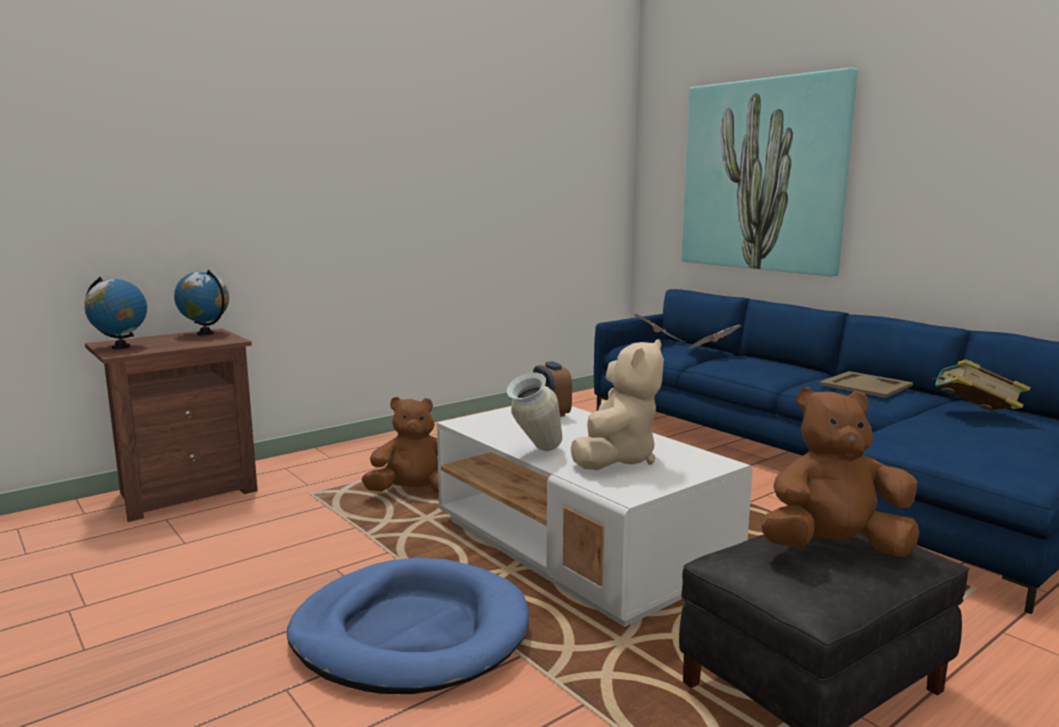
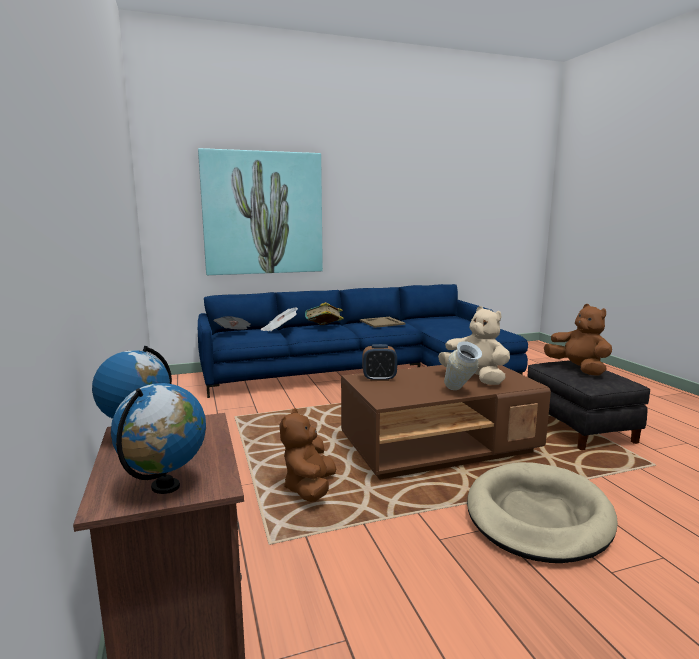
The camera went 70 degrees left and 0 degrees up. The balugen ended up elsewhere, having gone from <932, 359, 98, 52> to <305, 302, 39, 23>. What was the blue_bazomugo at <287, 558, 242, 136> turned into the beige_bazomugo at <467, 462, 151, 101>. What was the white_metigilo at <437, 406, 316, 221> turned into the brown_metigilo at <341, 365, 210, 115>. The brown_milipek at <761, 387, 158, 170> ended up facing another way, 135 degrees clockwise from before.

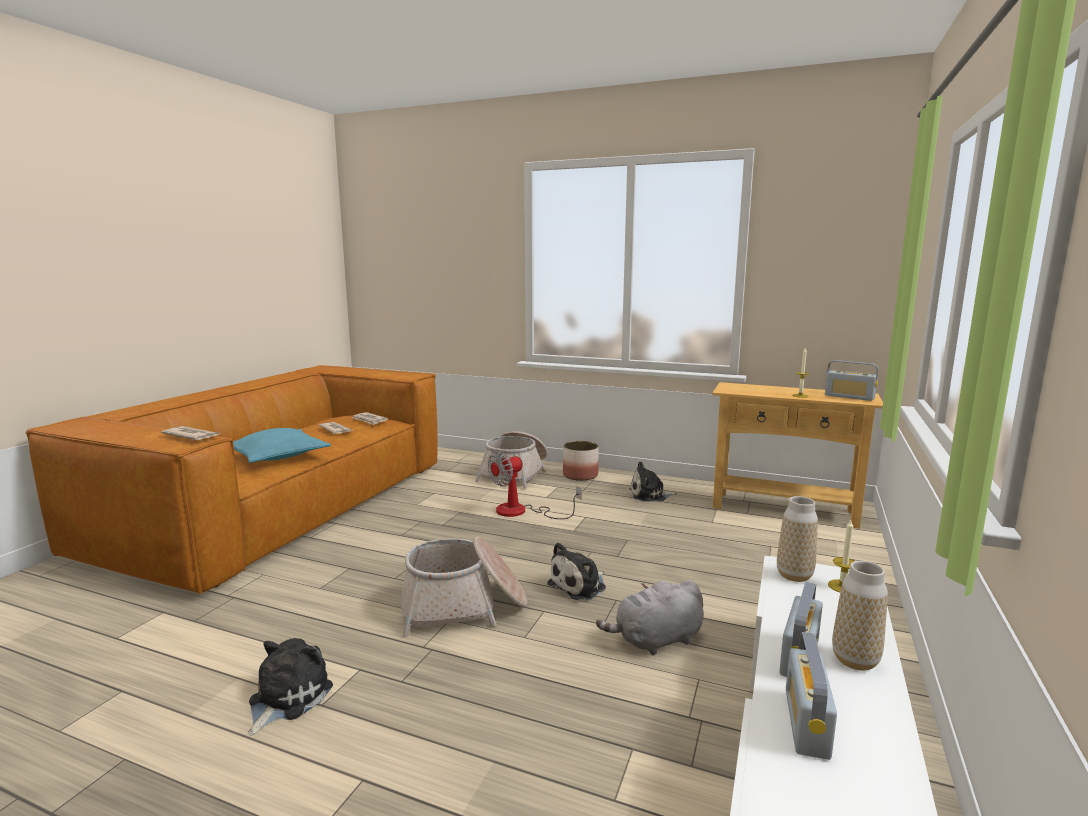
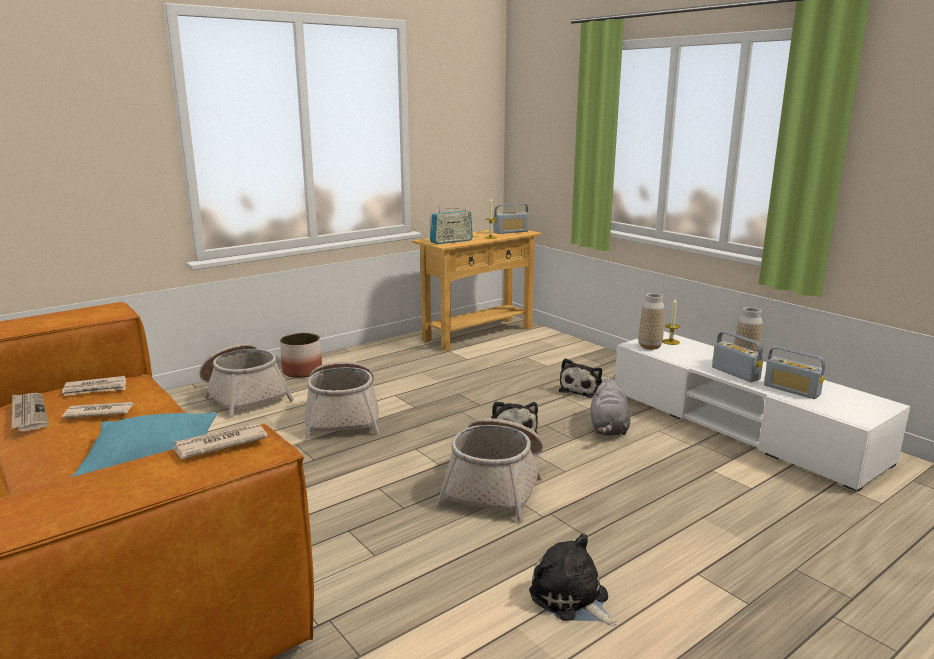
The camera went 60 degrees left and 5 degrees up. The second view gained the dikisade at <11, 393, 38, 38>. The second view gained the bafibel at <430, 206, 43, 38>. The milipek ended up elsewhere, having gone from <630, 461, 47, 41> to <559, 358, 43, 40>. Where the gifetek stood at <488, 450, 94, 69>, the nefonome came to stand at <304, 361, 76, 79>.

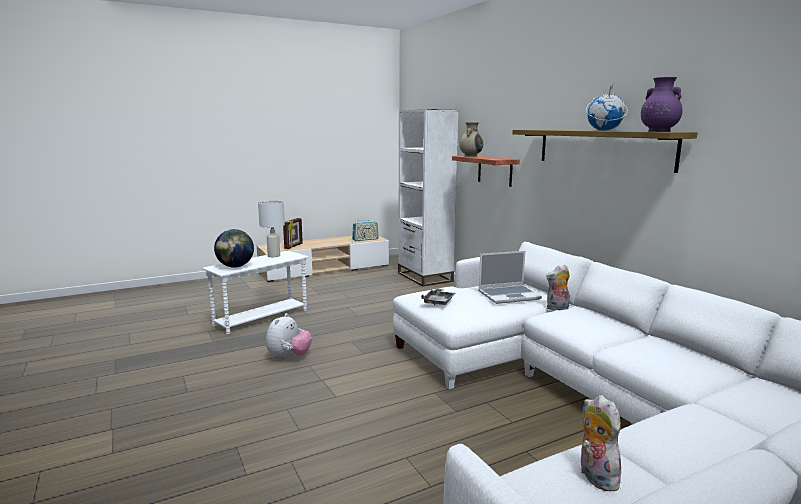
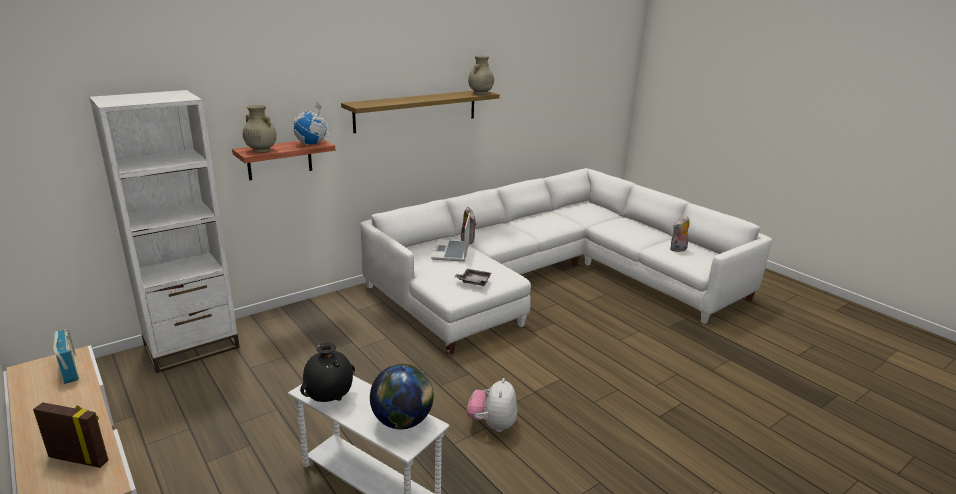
The camera went 100 degrees left and 10 degrees up. The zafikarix ended up elsewhere, having gone from <586, 84, 42, 47> to <293, 103, 35, 42>. Where the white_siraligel stood at <258, 200, 27, 57>, the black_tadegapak came to stand at <300, 343, 55, 59>. What was the purple_tadegapak at <641, 77, 41, 55> turned into the beige_tadegapak at <468, 56, 26, 39>. The milipek at <266, 313, 46, 47> ended up facing another way, 90 degrees counterclockwise from before. The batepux at <478, 251, 64, 53> ended up facing another way, 150 degrees counterclockwise from before.

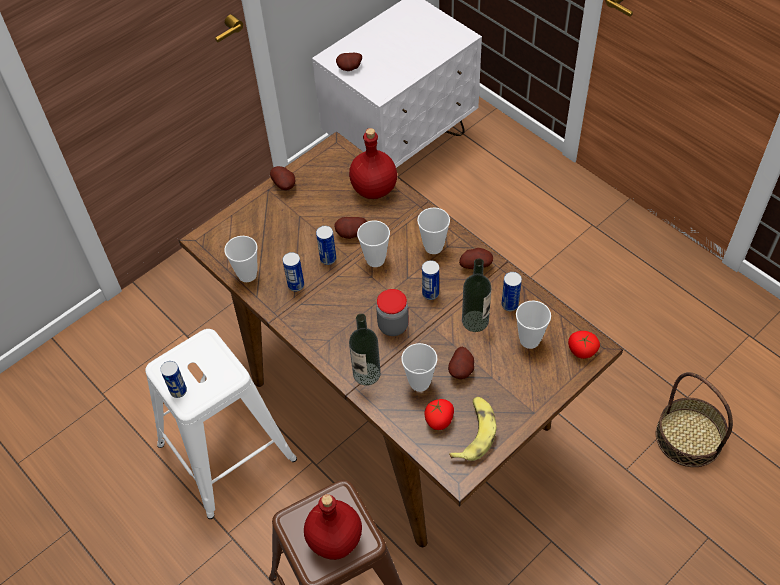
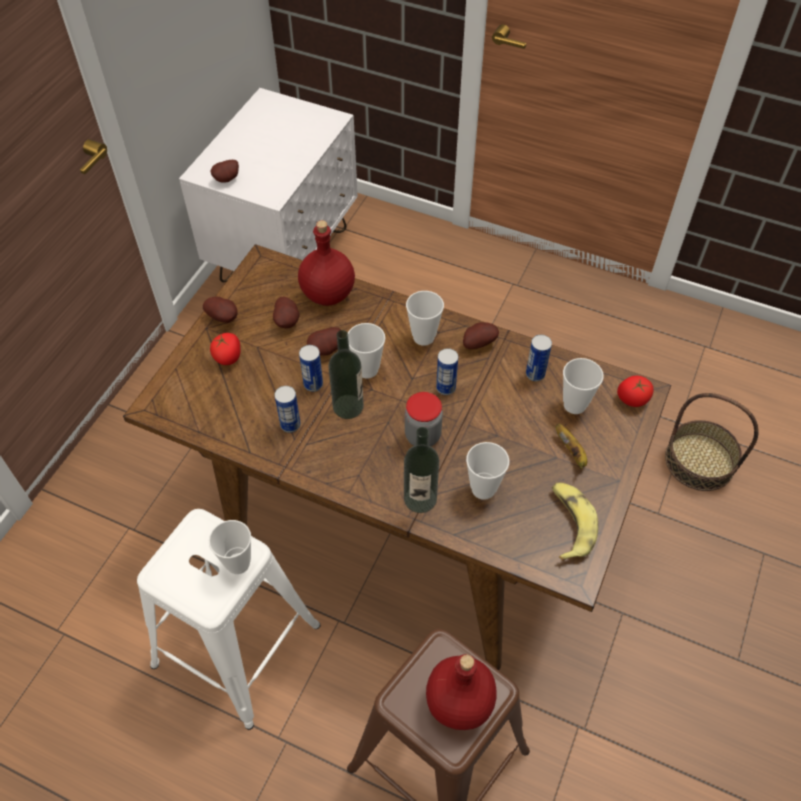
The camera went 25 degrees left and 0 degrees up. The second view lost the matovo at <160, 361, 27, 37>. The second view gained the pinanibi at <556, 424, 31, 45>. The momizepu ended up elsewhere, having gone from <224, 236, 33, 46> to <209, 520, 42, 54>. The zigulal ended up elsewhere, having gone from <425, 399, 29, 31> to <210, 333, 31, 32>. The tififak ended up elsewhere, having gone from <448, 347, 26, 32> to <273, 297, 27, 31>. The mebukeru ended up elsewhere, having gone from <462, 259, 30, 73> to <328, 330, 36, 89>.

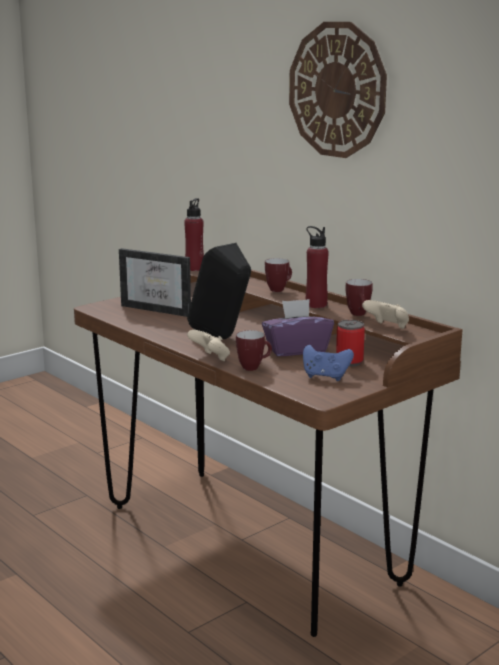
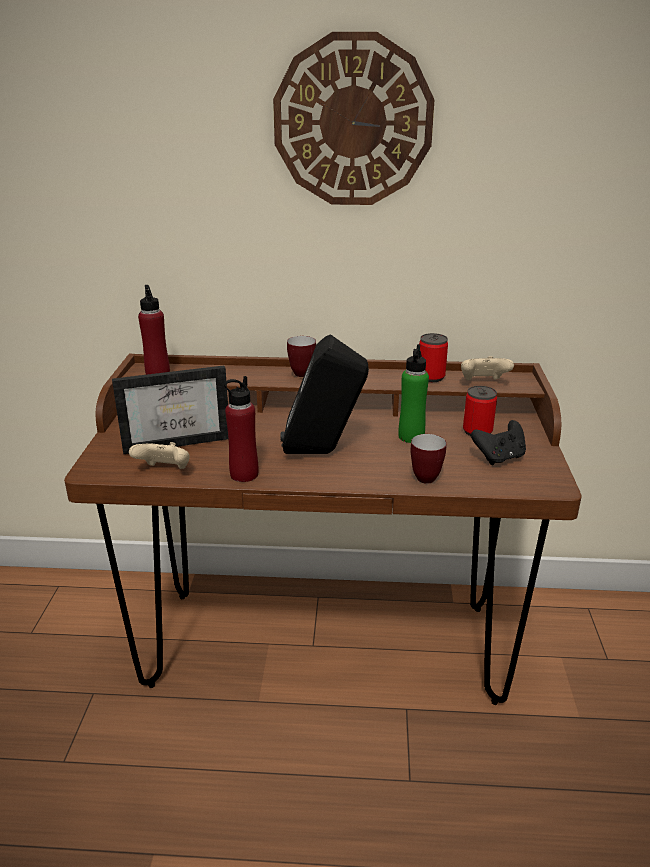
The camera went 45 degrees left and 10 degrees up. The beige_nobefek ended up elsewhere, having gone from <187, 330, 43, 31> to <129, 442, 61, 27>. The red_mebukeru ended up elsewhere, having gone from <306, 226, 23, 82> to <224, 376, 34, 106>. Where the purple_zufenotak stood at <262, 299, 72, 57>, the green_mebukeru came to stand at <399, 344, 30, 99>. Where the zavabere stood at <346, 279, 27, 37>, the matovo came to stand at <419, 333, 29, 49>. What was the blue_nobefek at <303, 345, 51, 36> turned into the black_nobefek at <471, 420, 55, 45>.

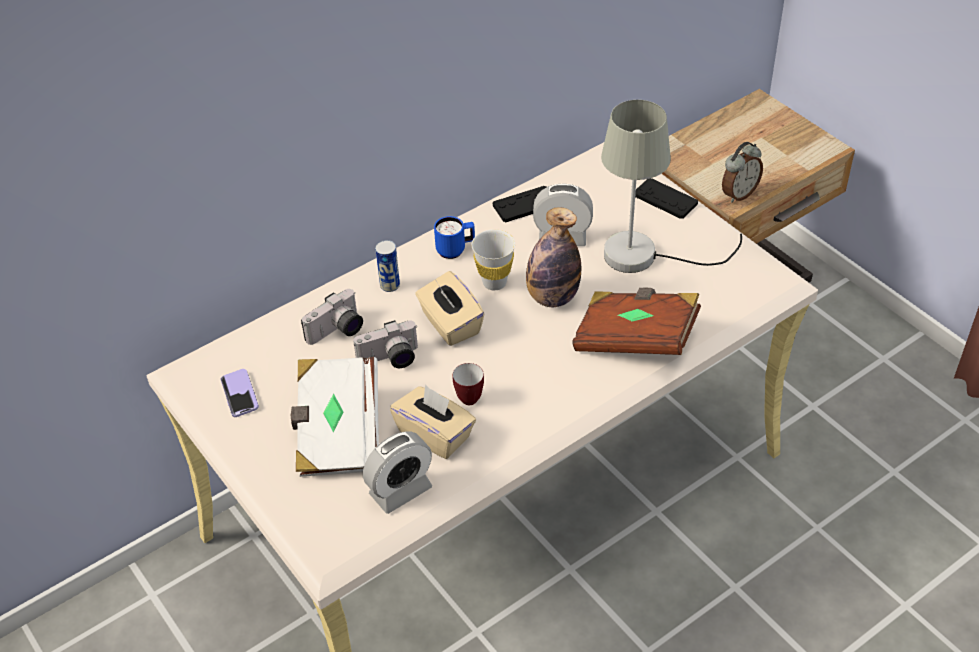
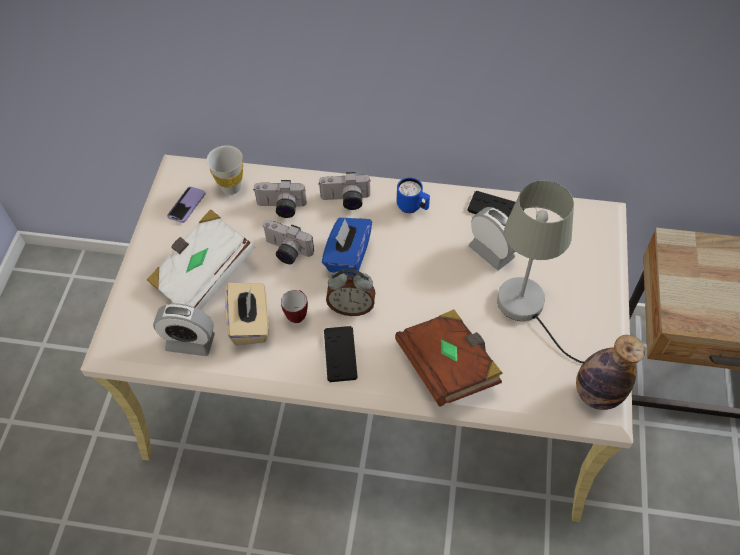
The camera went 45 degrees right and 10 degrees up. The white_momizepu ended up elsewhere, having gone from <472, 229, 43, 61> to <206, 145, 37, 50>. The mebukeru ended up elsewhere, having gone from <526, 207, 55, 101> to <576, 335, 69, 75>. The black_nobefek ended up elsewhere, having gone from <635, 178, 63, 41> to <324, 326, 34, 56>. The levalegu ended up elsewhere, having gone from <722, 142, 41, 61> to <326, 269, 49, 47>. Where the matovo stood at <375, 240, 25, 52>, the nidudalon came to stand at <319, 172, 52, 38>. What was the beige_zufenotak at <415, 271, 69, 75> turned into the blue_zufenotak at <322, 218, 50, 58>.

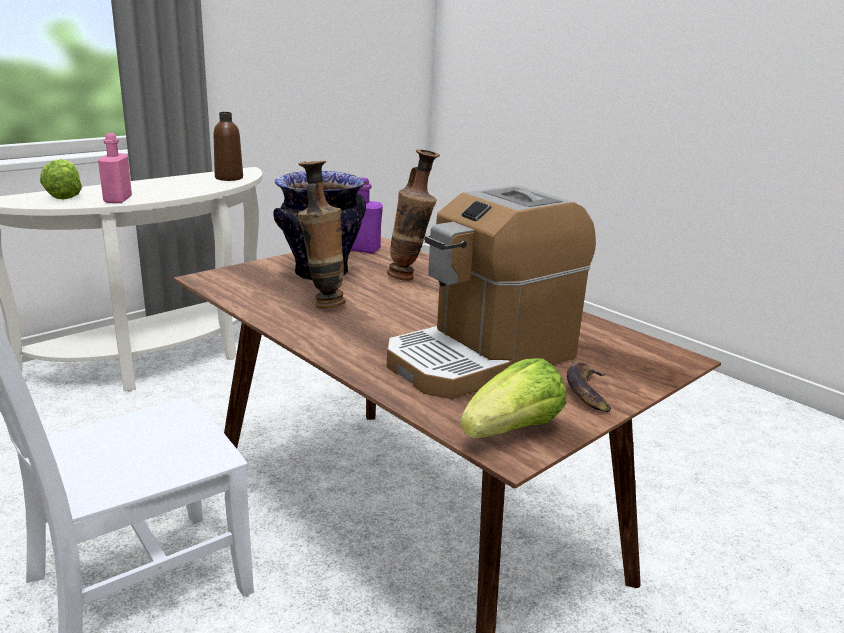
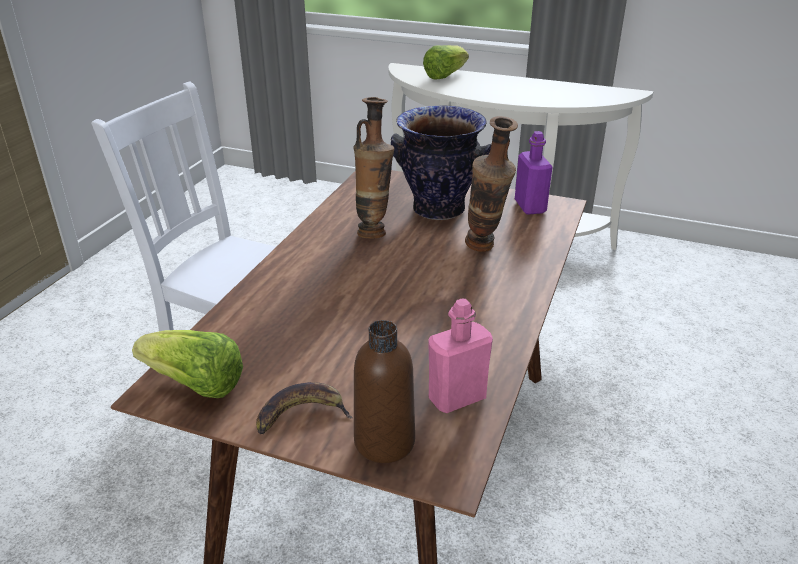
The camera went 65 degrees right and 10 degrees up. The second view lost the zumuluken at <387, 185, 209, 214>. The pink_mebukeru ended up elsewhere, having gone from <98, 133, 34, 70> to <428, 299, 65, 114>. The brown_mebukeru ended up elsewhere, having gone from <214, 112, 29, 69> to <354, 320, 61, 143>.

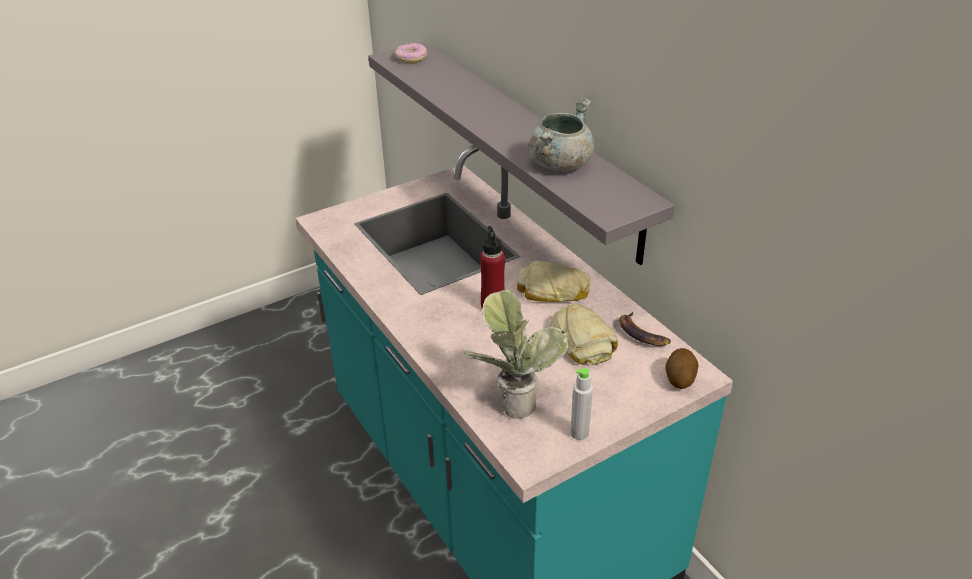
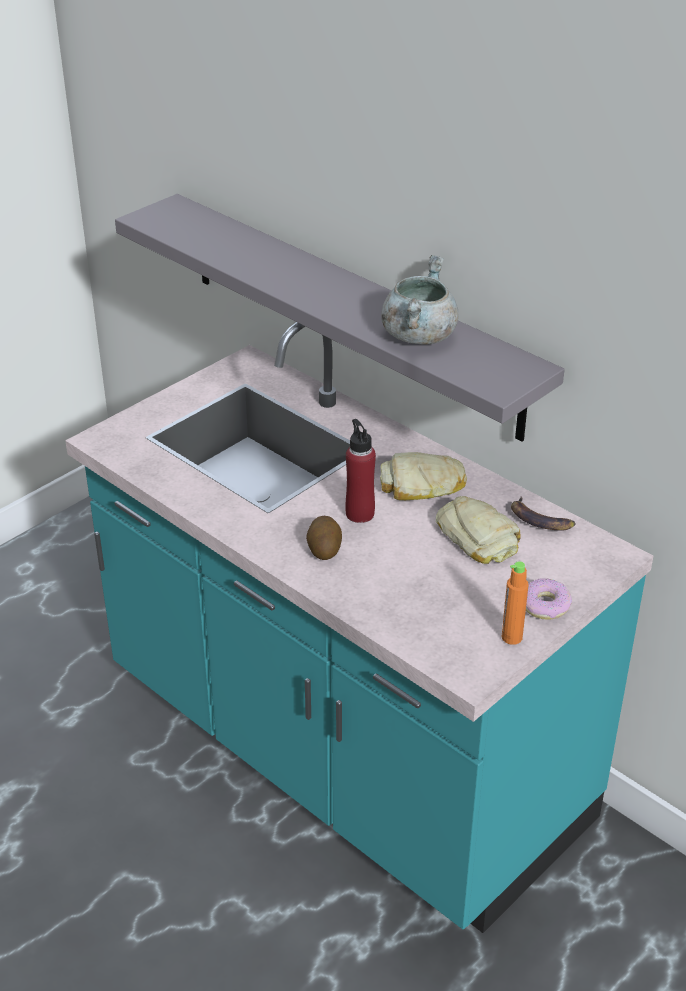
The camera went 15 degrees left and 0 degrees up. The second view lost the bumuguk at <463, 290, 105, 129>. The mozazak ended up elsewhere, having gone from <395, 43, 32, 20> to <526, 578, 46, 41>. The tififak ended up elsewhere, having gone from <665, 348, 33, 41> to <306, 516, 36, 44>. What was the grey_mebukeru at <570, 368, 23, 72> turned into the orange_mebukeru at <502, 561, 27, 84>.

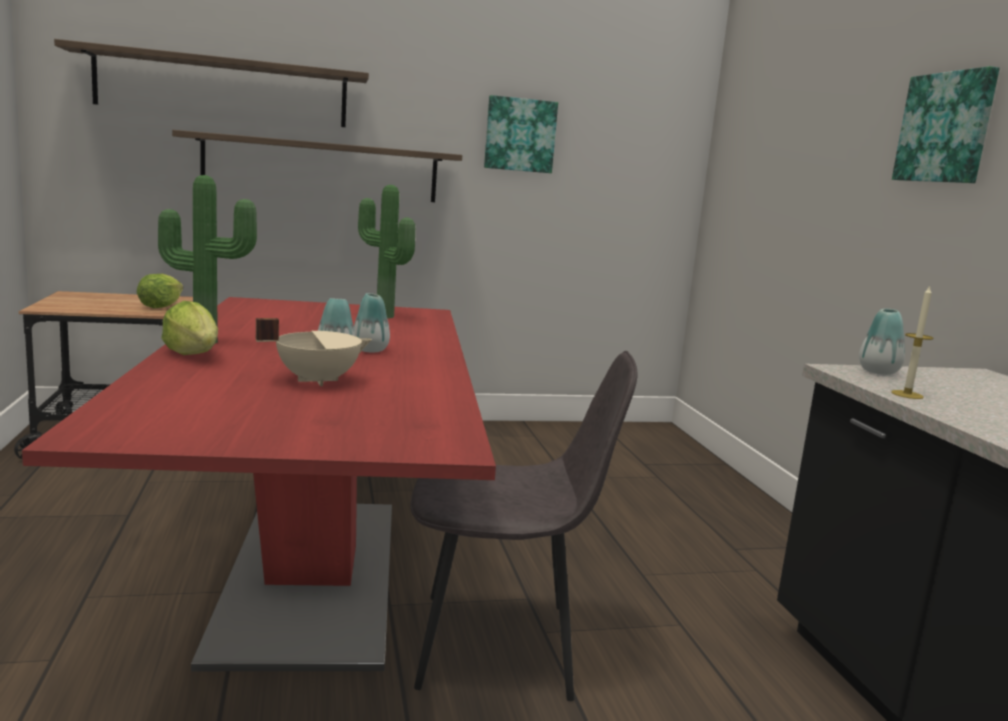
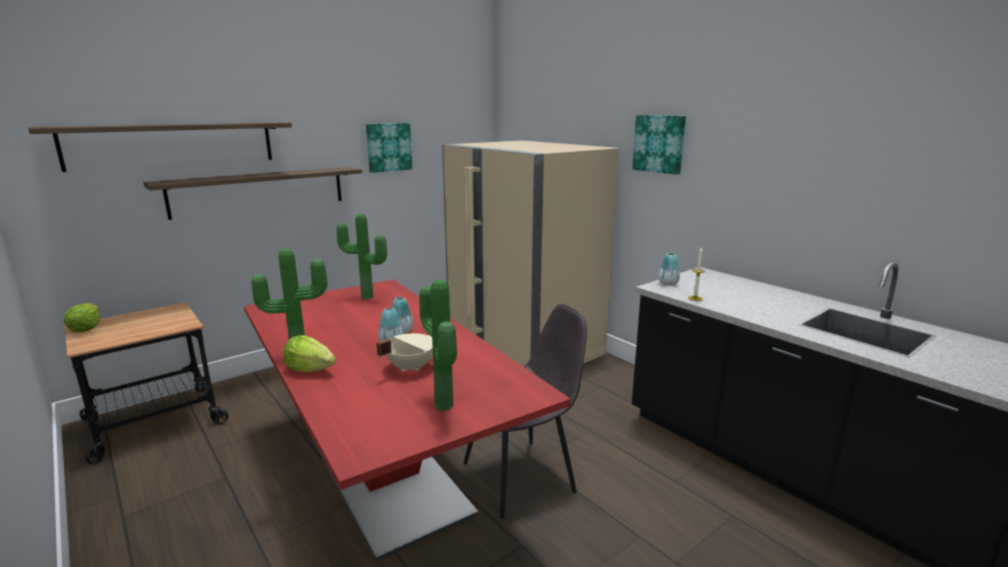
The camera went 25 degrees left and 5 degrees up. The second view gained the bumuguk at <419, 279, 38, 132>. The second view gained the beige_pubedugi at <442, 141, 177, 226>. The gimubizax ended up elsewhere, having gone from <136, 274, 47, 34> to <64, 303, 36, 29>.

